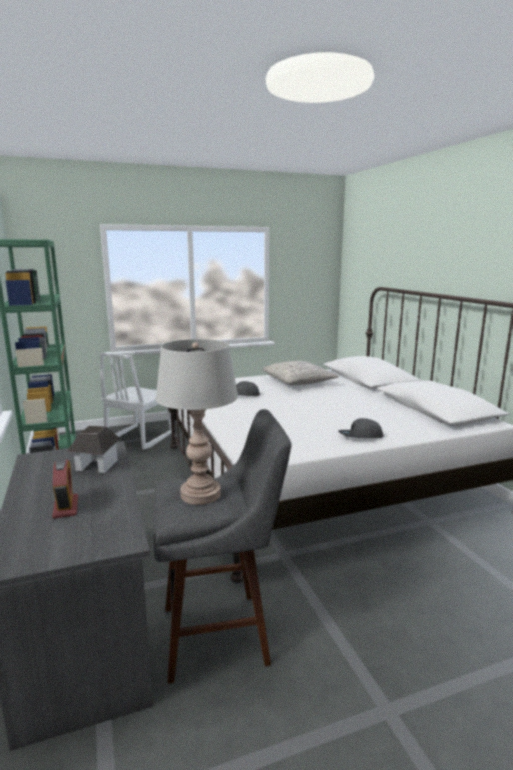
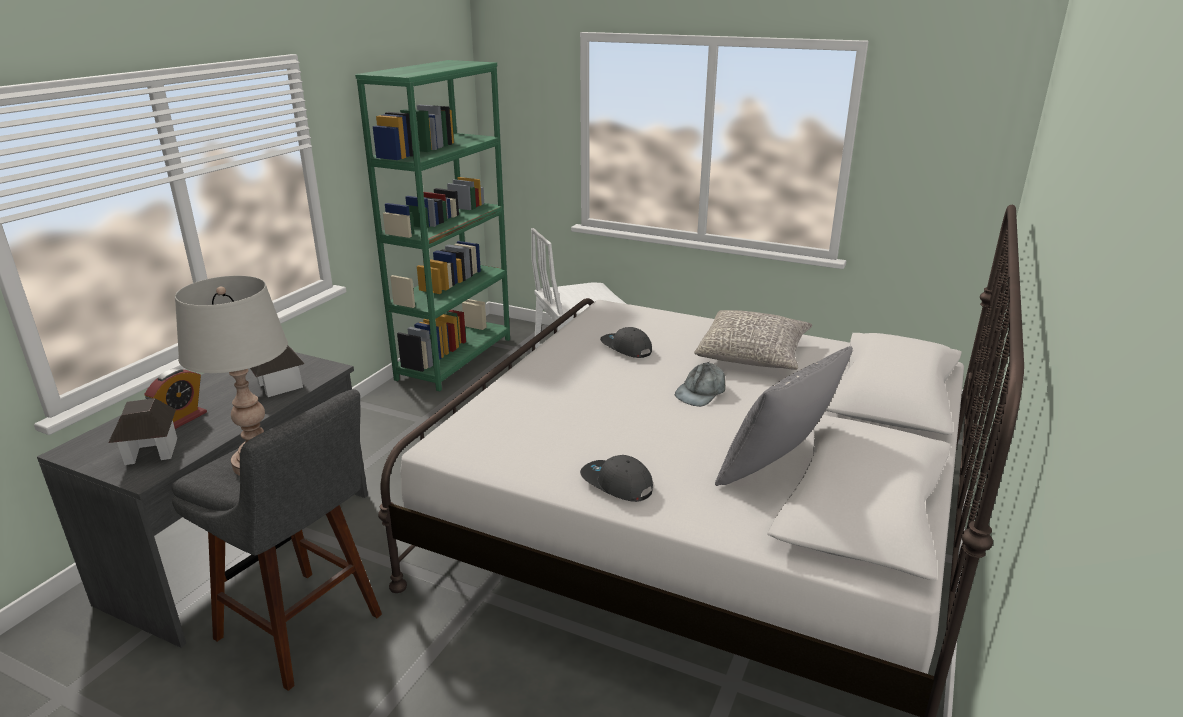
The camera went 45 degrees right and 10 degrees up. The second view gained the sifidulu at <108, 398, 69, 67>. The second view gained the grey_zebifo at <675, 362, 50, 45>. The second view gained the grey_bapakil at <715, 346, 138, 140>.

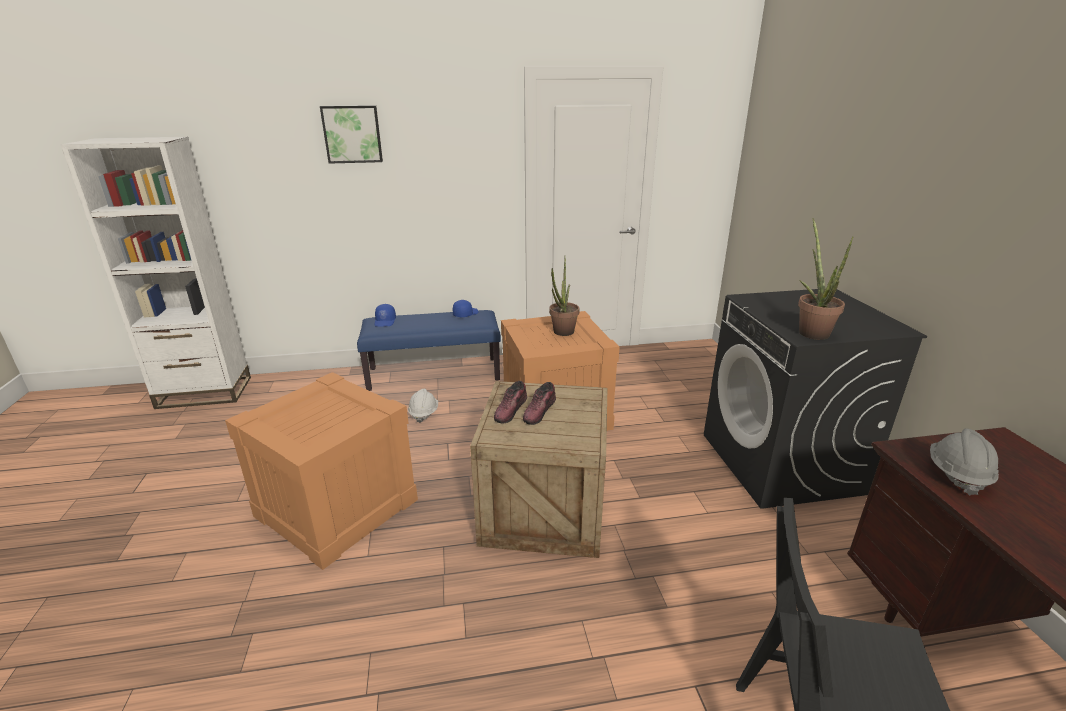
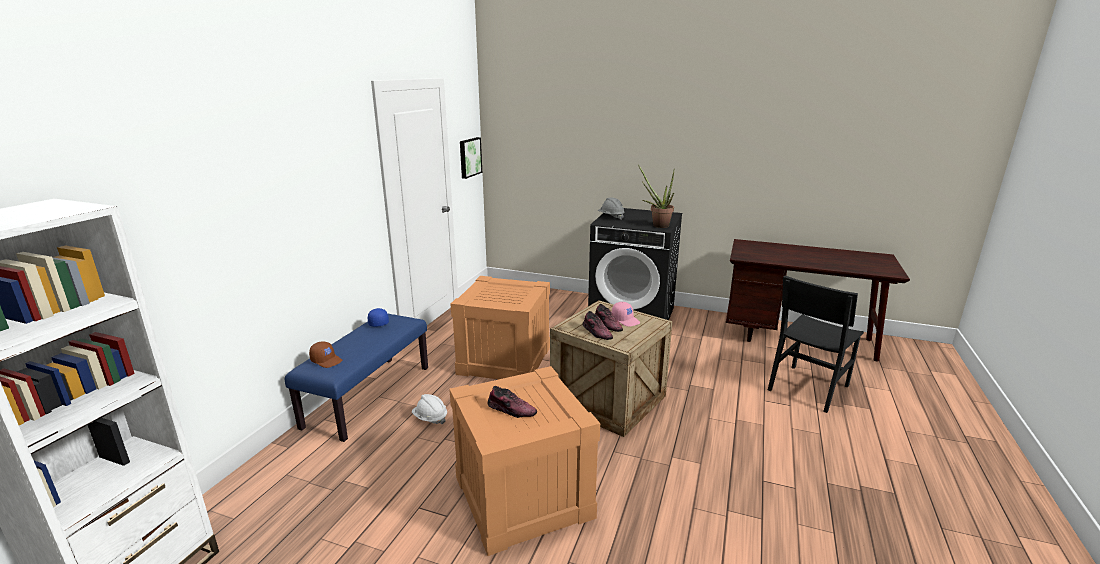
The camera went 60 degrees left and 5 degrees down. The second view lost the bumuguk at <549, 259, 31, 77>. The second view gained the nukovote at <488, 386, 49, 32>. The second view gained the pink_zebifo at <612, 302, 28, 25>. The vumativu ended up elsewhere, having gone from <320, 105, 63, 59> to <460, 137, 22, 42>. The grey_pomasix ended up elsewhere, having gone from <930, 428, 69, 67> to <598, 197, 27, 22>. What was the blue_zebifo at <375, 304, 21, 23> turned into the brown_zebifo at <309, 341, 33, 27>.

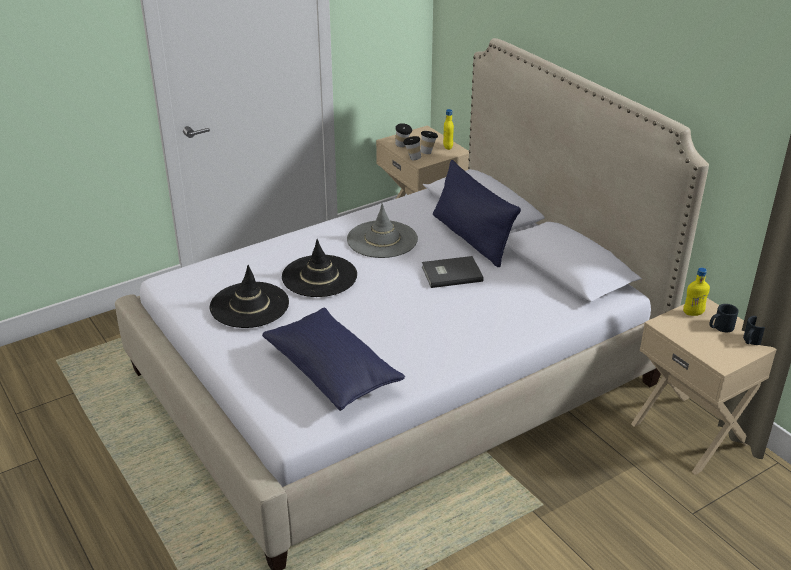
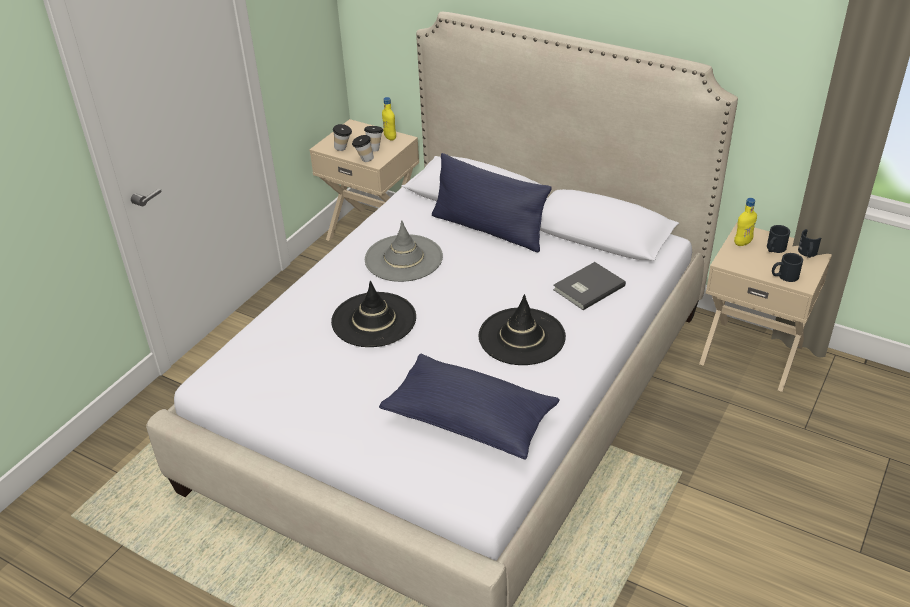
The camera went 25 degrees left and 5 degrees up. The second view gained the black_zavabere at <772, 253, 31, 29>. The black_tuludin ended up elsewhere, having gone from <210, 265, 79, 63> to <478, 294, 88, 71>. The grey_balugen ended up elsewhere, having gone from <422, 256, 62, 32> to <553, 262, 73, 48>.

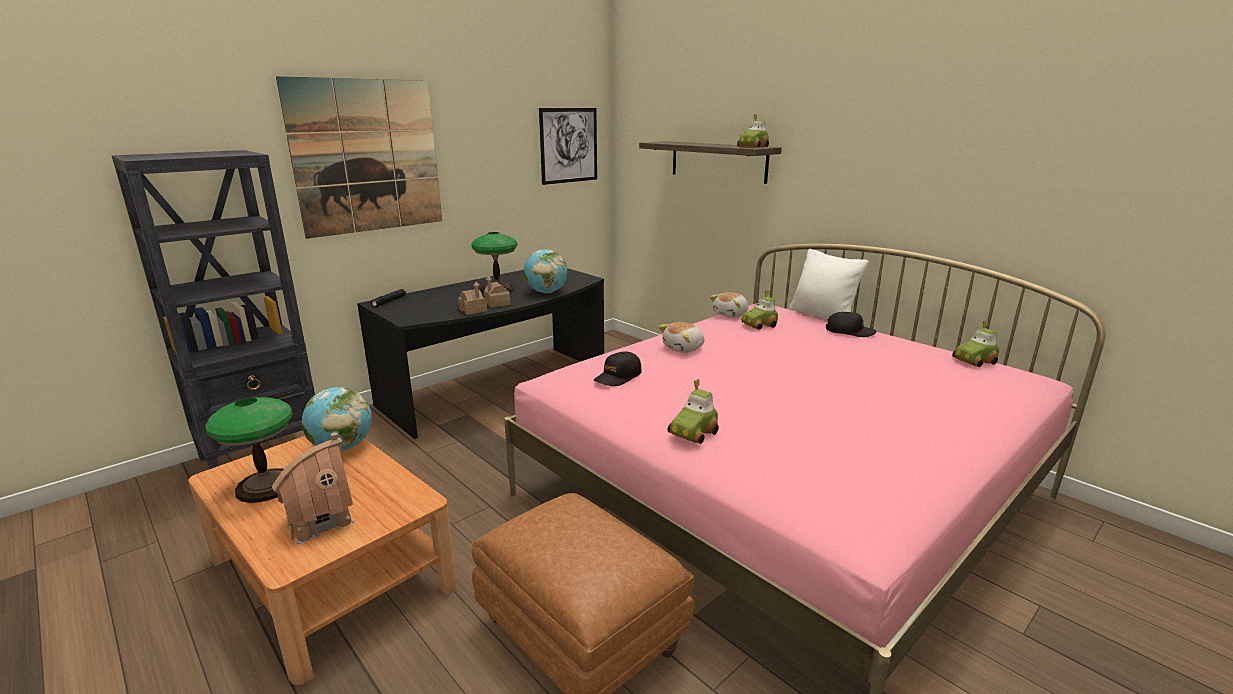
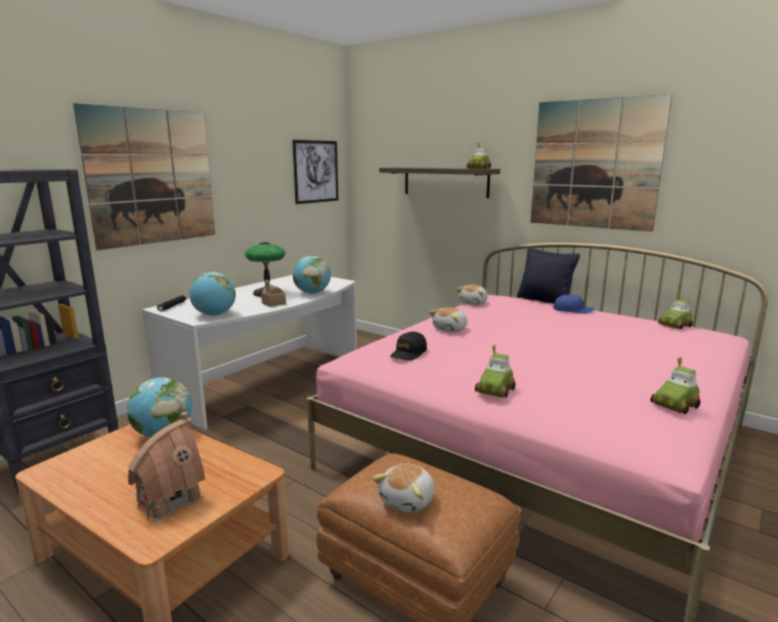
The camera went 10 degrees left and 5 degrees down. The second view lost the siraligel at <205, 397, 88, 106>. The second view lost the sifidulu at <458, 282, 29, 33>. The second view gained the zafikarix at <189, 272, 47, 44>. The second view gained the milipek at <372, 464, 63, 49>. The second view gained the vumativu at <530, 94, 142, 138>. The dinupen ended up elsewhere, having gone from <742, 290, 36, 40> to <650, 357, 51, 57>. What was the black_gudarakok at <357, 268, 247, 171> turned into the white_gudarakok at <142, 275, 215, 155>. What was the white_bapakil at <790, 249, 79, 70> turned into the black_bapakil at <517, 248, 63, 55>. What was the black_zebifo at <826, 312, 51, 25> turned into the blue_zebifo at <553, 294, 41, 20>.

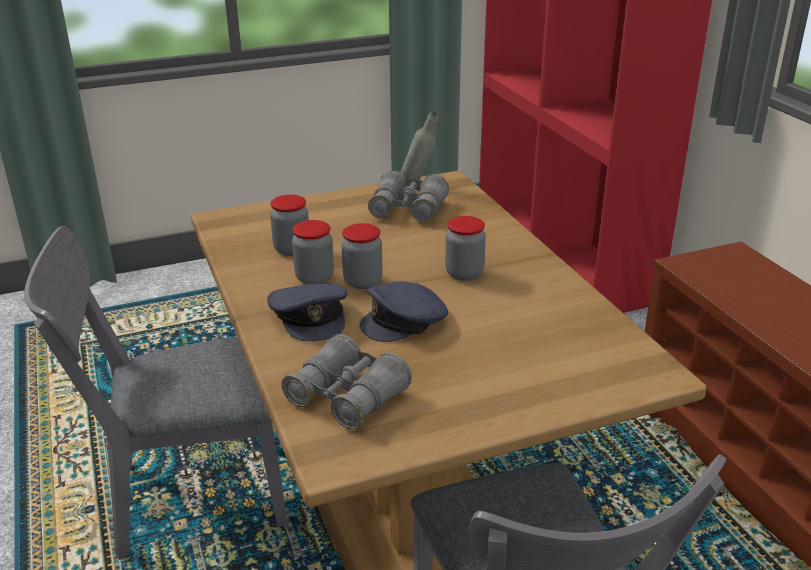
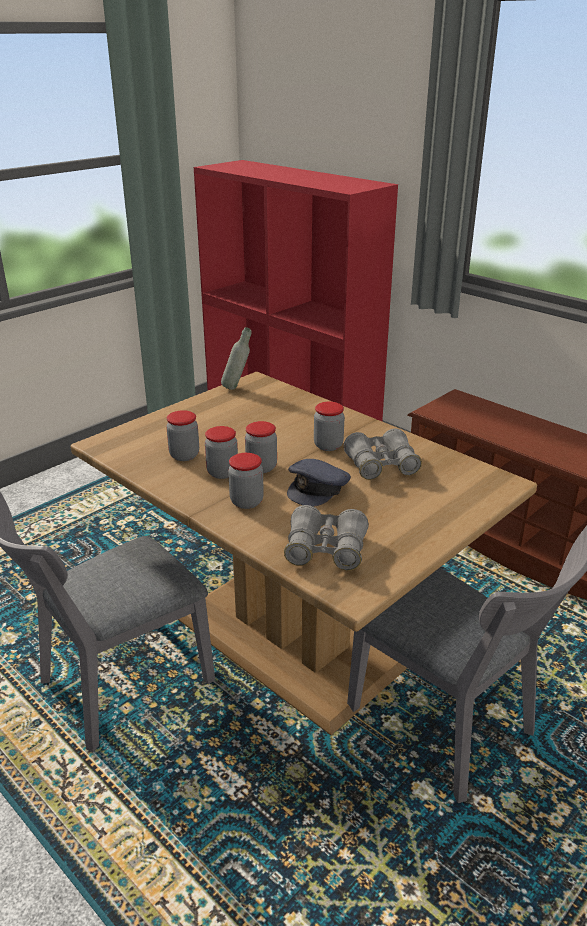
The camera went 25 degrees left and 0 degrees up. The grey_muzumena ended up elsewhere, having gone from <368, 171, 81, 52> to <344, 429, 78, 51>. Where the grey_zebifo stood at <267, 283, 80, 58>, the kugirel came to stand at <228, 453, 36, 56>.

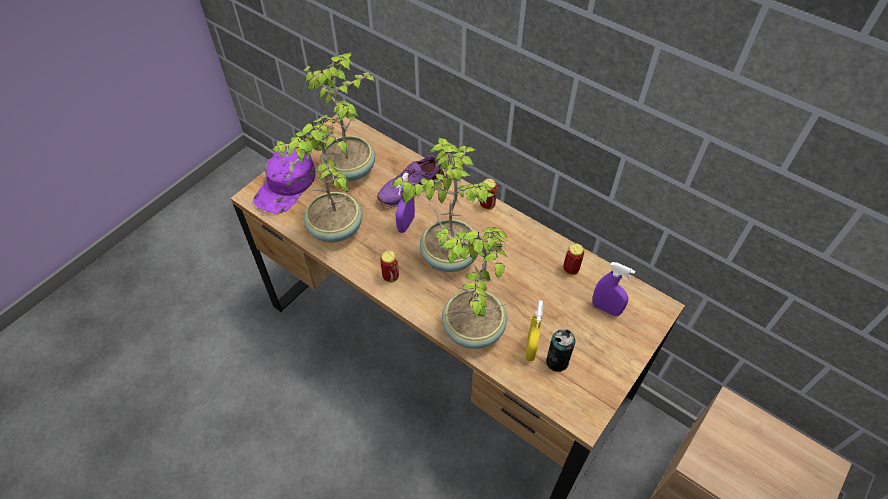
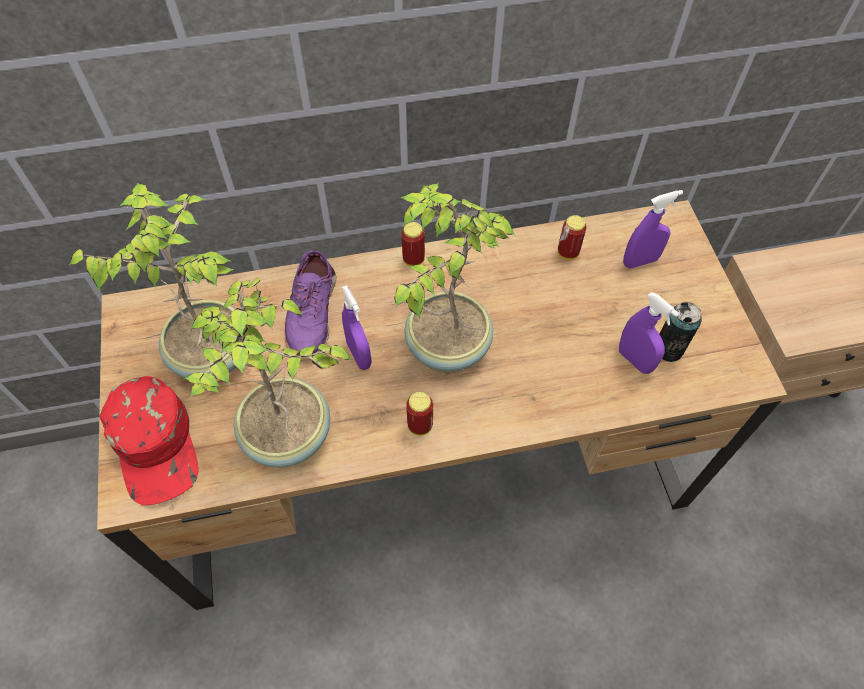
The camera went 50 degrees left and 5 degrees up. The second view lost the bumuguk at <435, 227, 72, 122>. What was the purple_zebifo at <253, 147, 63, 67> turned into the red_zebifo at <99, 376, 100, 129>. What was the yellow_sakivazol at <525, 300, 18, 61> turned into the purple_sakivazol at <619, 292, 60, 82>.

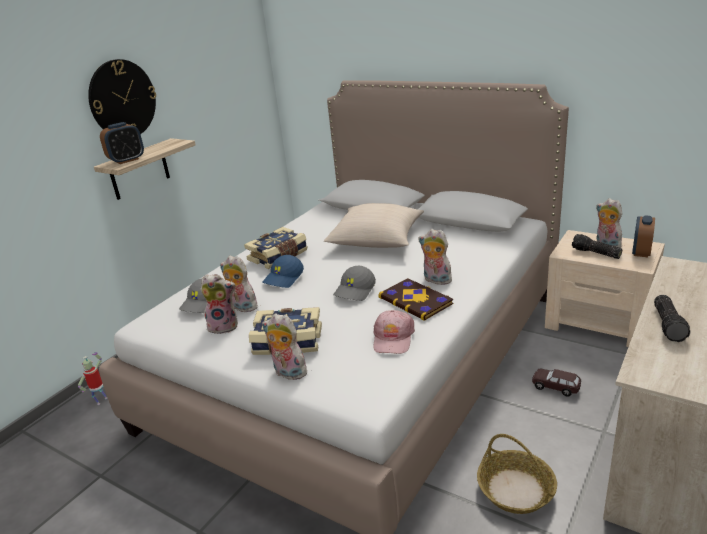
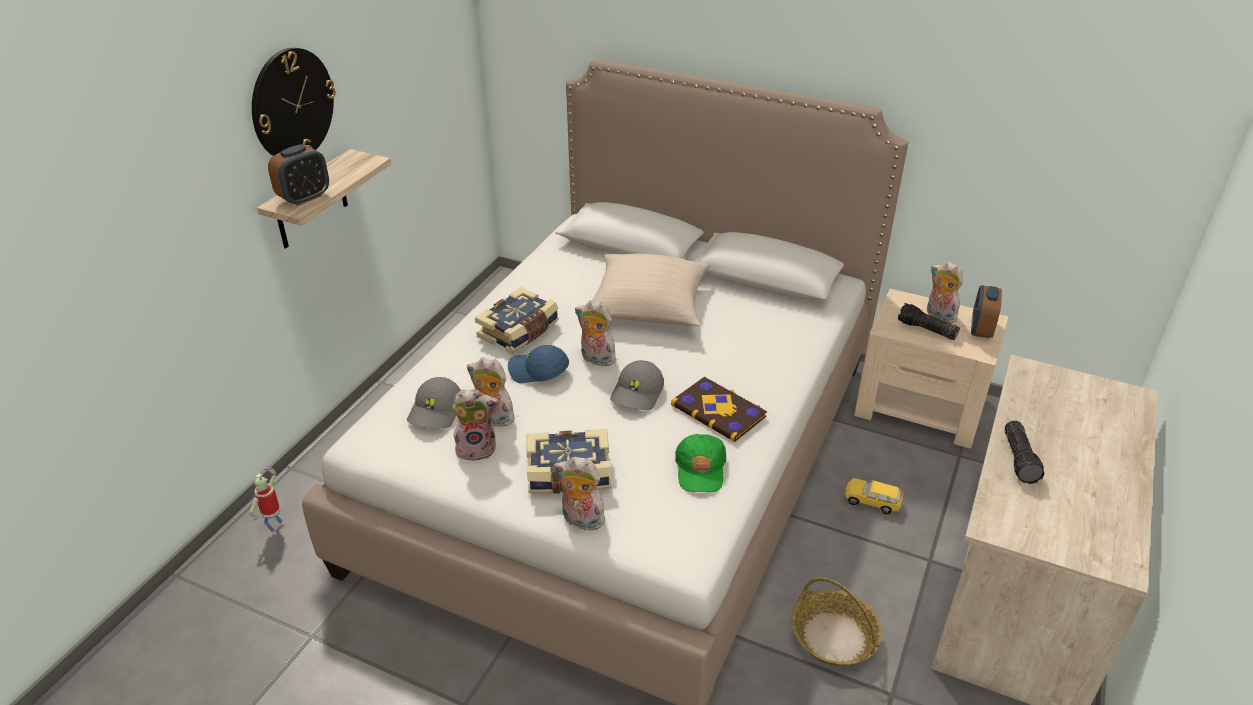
The camera went 10 degrees left and 10 degrees up. The milipek ended up elsewhere, having gone from <418, 229, 34, 56> to <575, 300, 44, 68>. What was the pink_zebifo at <373, 310, 42, 44> turned into the green_zebifo at <675, 434, 51, 58>. What was the brown_dinupen at <532, 369, 49, 28> turned into the yellow_dinupen at <845, 478, 58, 36>. The blue_zebifo at <262, 255, 42, 33> ended up facing another way, 75 degrees clockwise from before.

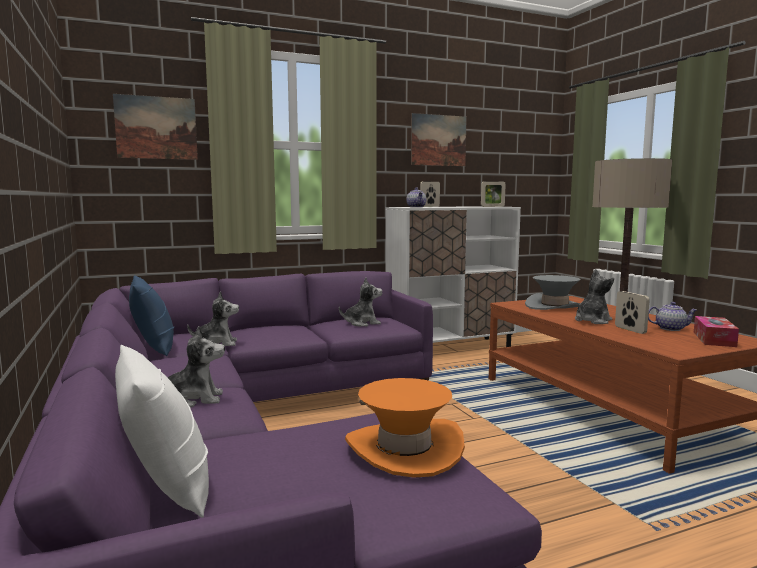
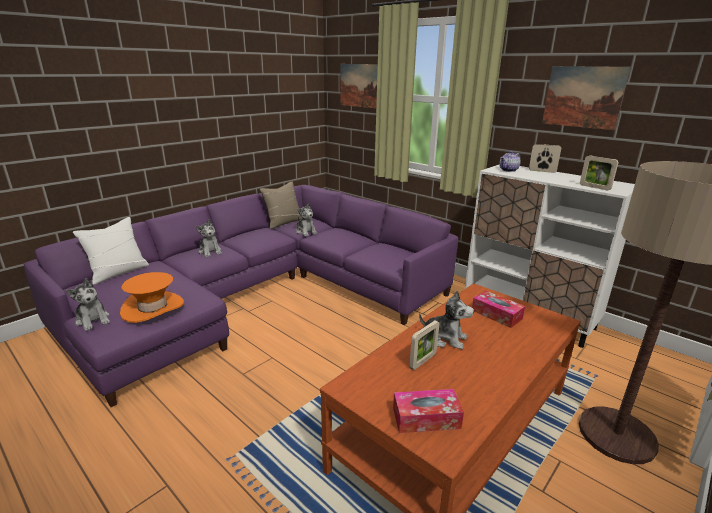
The camera went 65 degrees right and 15 degrees up. The second view lost the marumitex at <648, 302, 49, 29>. The milipek ended up elsewhere, having gone from <339, 277, 43, 49> to <66, 278, 44, 53>. Where the grey_tuludin stood at <525, 275, 56, 35>, the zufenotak came to stand at <472, 290, 53, 38>. What was the blue_bapakil at <129, 275, 45, 81> turned into the beige_bapakil at <260, 181, 42, 48>.

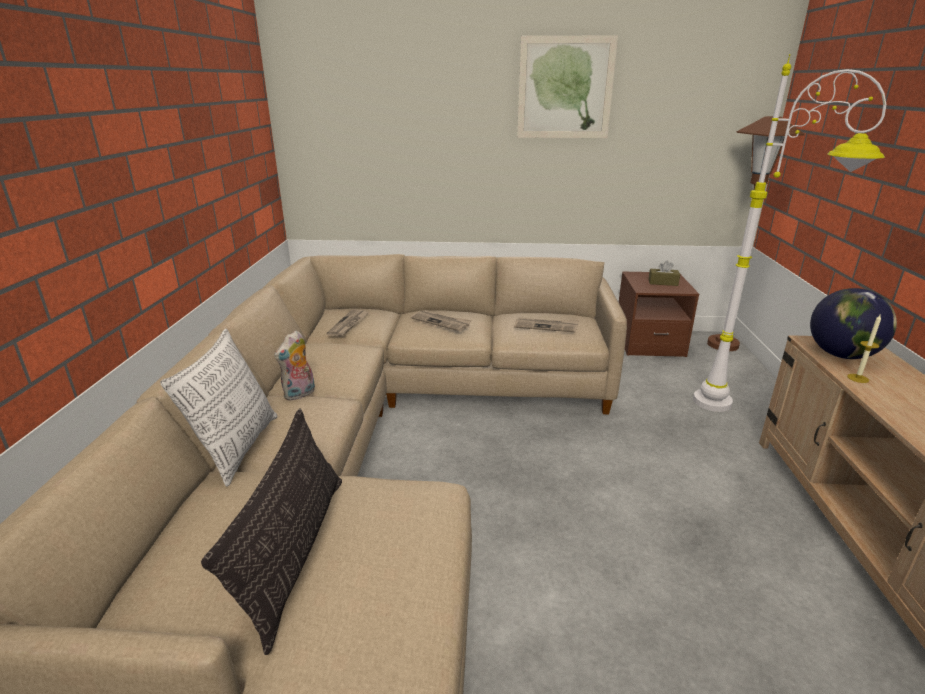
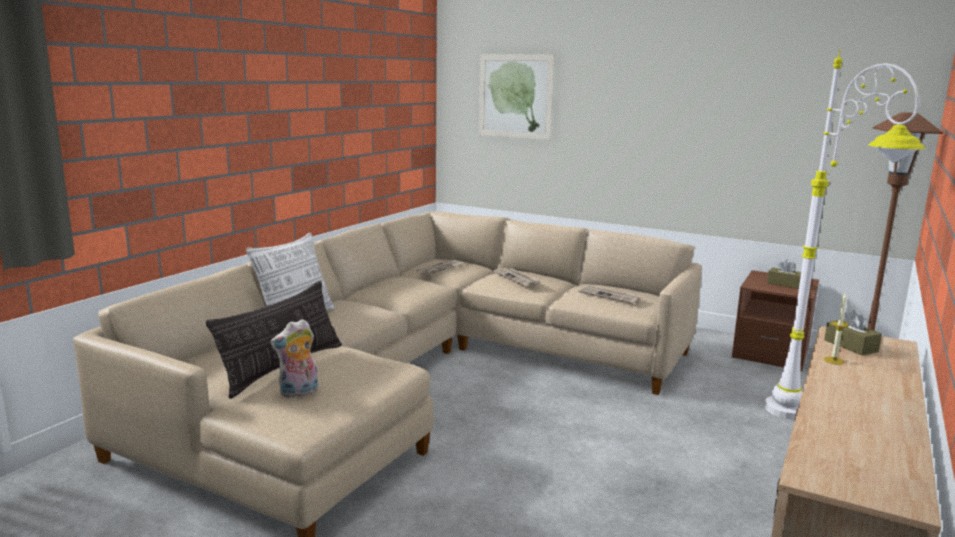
The camera went 25 degrees right and 10 degrees down. The milipek ended up elsewhere, having gone from <274, 330, 41, 70> to <270, 319, 48, 79>. The vumativu ended up elsewhere, having gone from <517, 35, 101, 103> to <479, 54, 76, 86>. Where the zafikarix stood at <810, 288, 87, 71>, the brown_zufenotak came to stand at <824, 310, 58, 45>.

